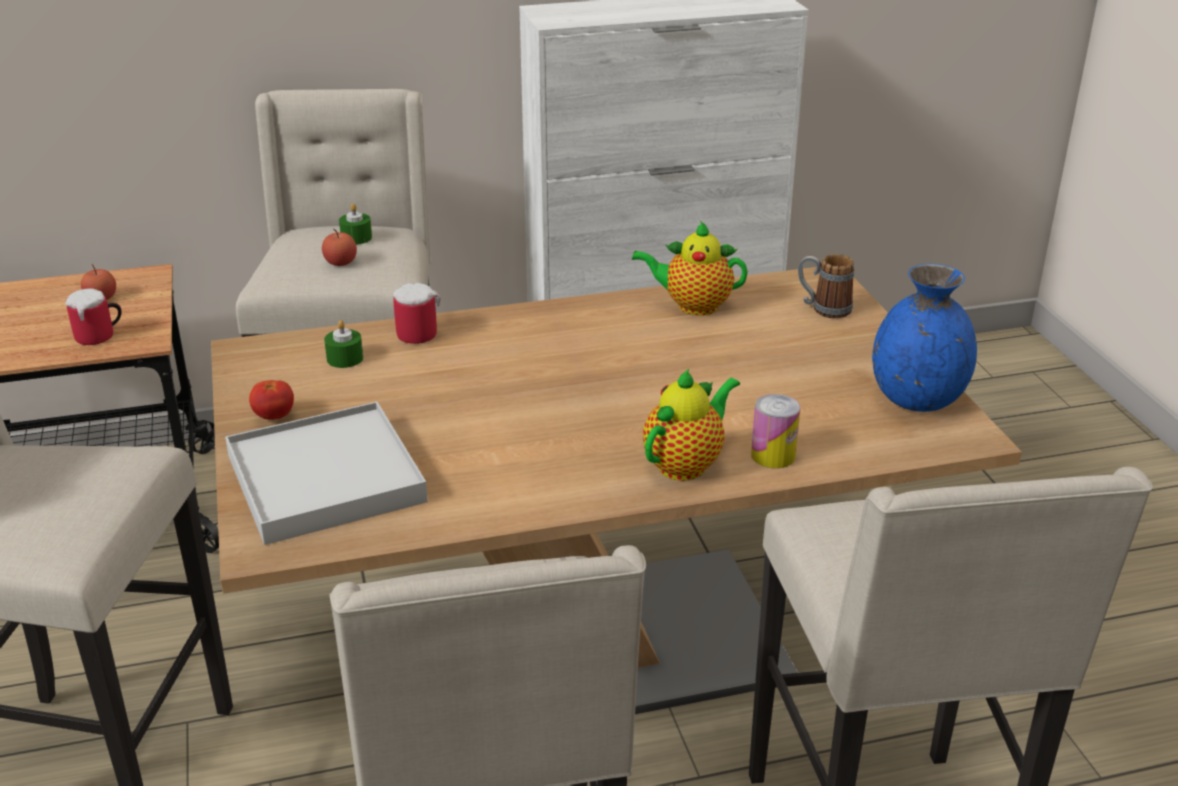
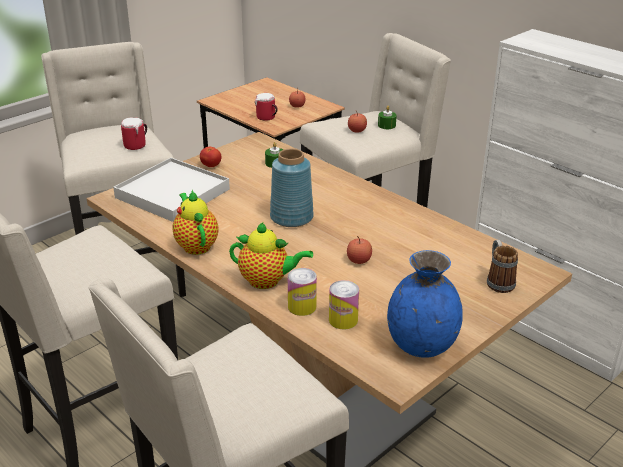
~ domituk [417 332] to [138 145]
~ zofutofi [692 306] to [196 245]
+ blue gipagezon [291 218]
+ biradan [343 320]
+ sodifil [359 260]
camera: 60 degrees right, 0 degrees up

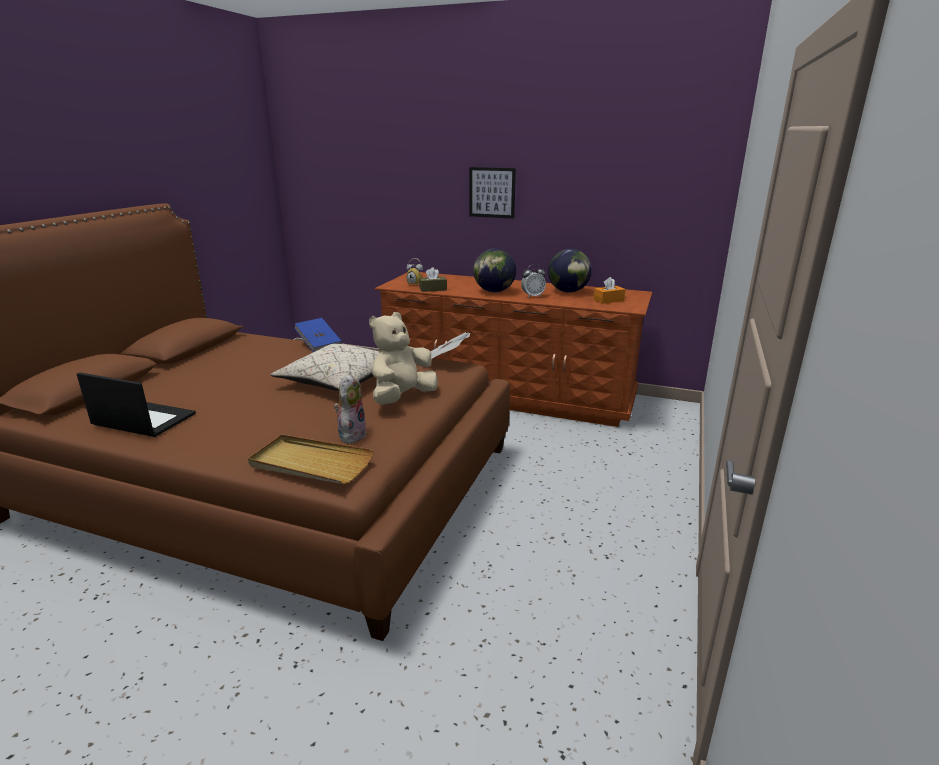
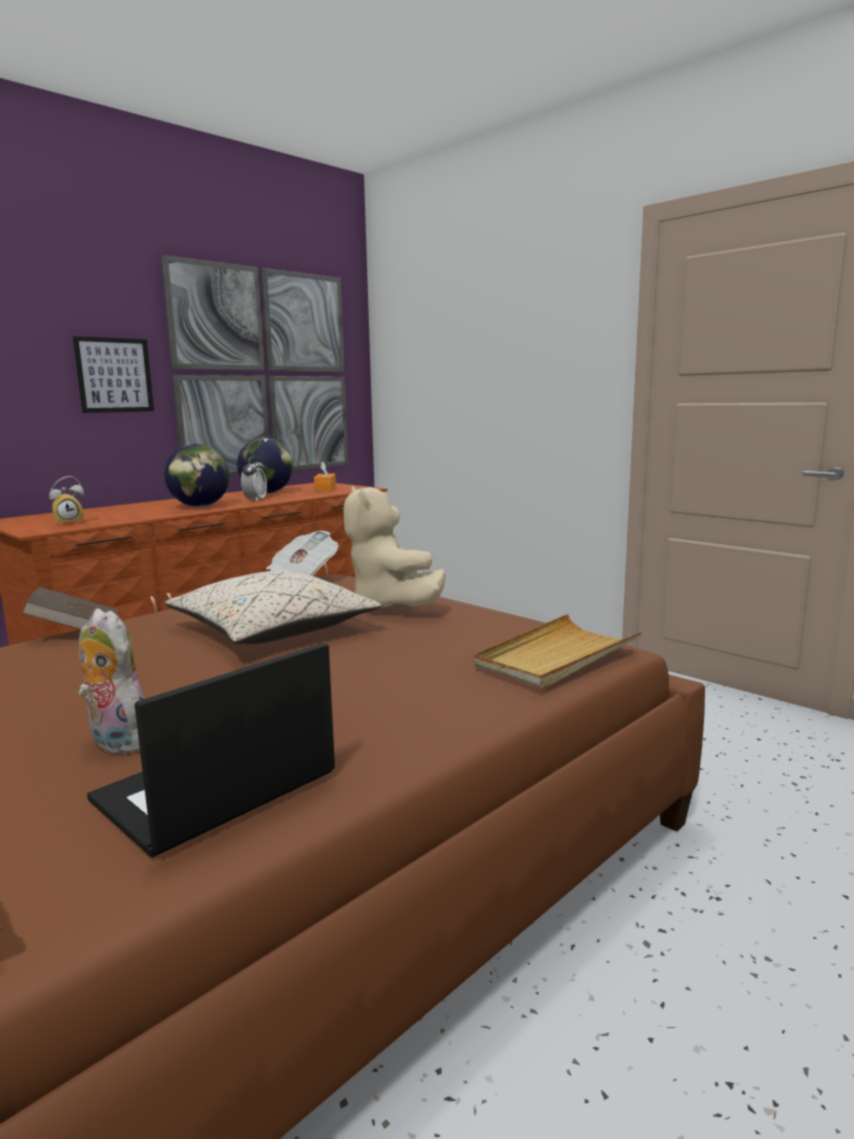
~ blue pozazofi [319 344] to brown pozazofi [75 631]
~ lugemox [351 434] to [115 742]
+ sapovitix [264 373]
- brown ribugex [433 289]
camera: 65 degrees left, 10 degrees down

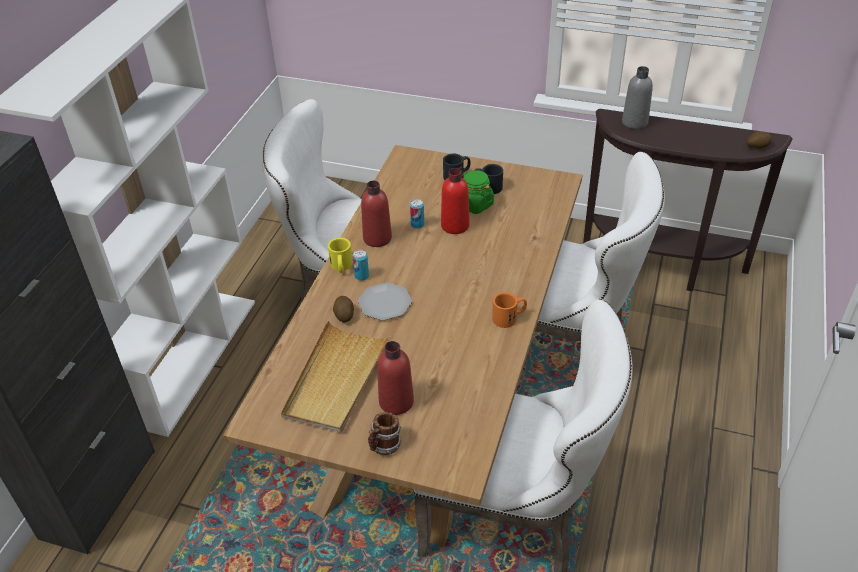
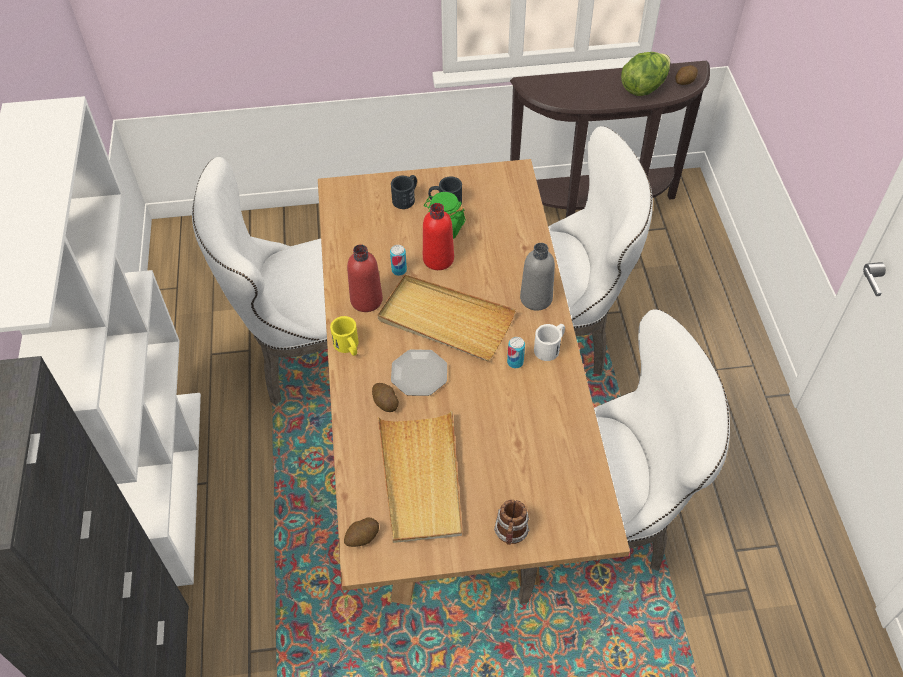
+ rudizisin [362 537]
+ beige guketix [445 320]
~ biradan [361 276] to [515 362]
~ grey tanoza [634 122] to [536 298]
~ orange domituk [509 317] to white domituk [550 347]
+ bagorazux [644 87]
- red tanoza [396 402]
camera: 25 degrees left, 10 degrees up

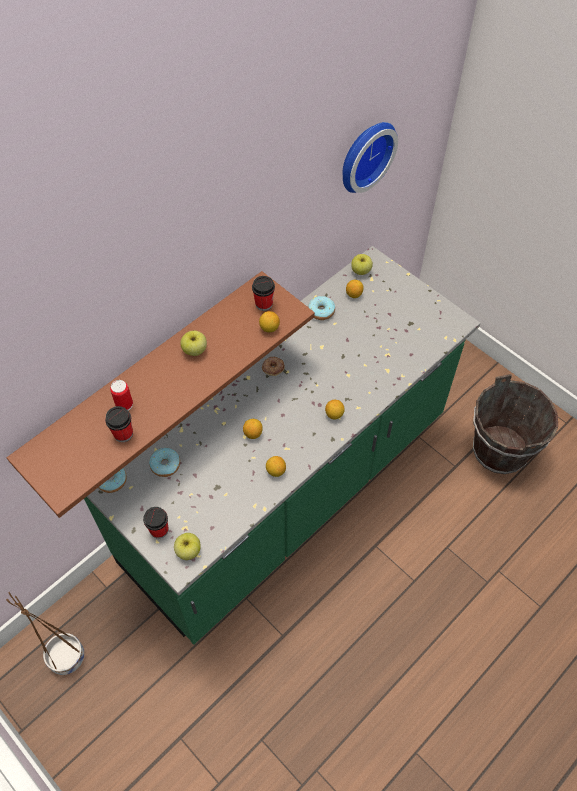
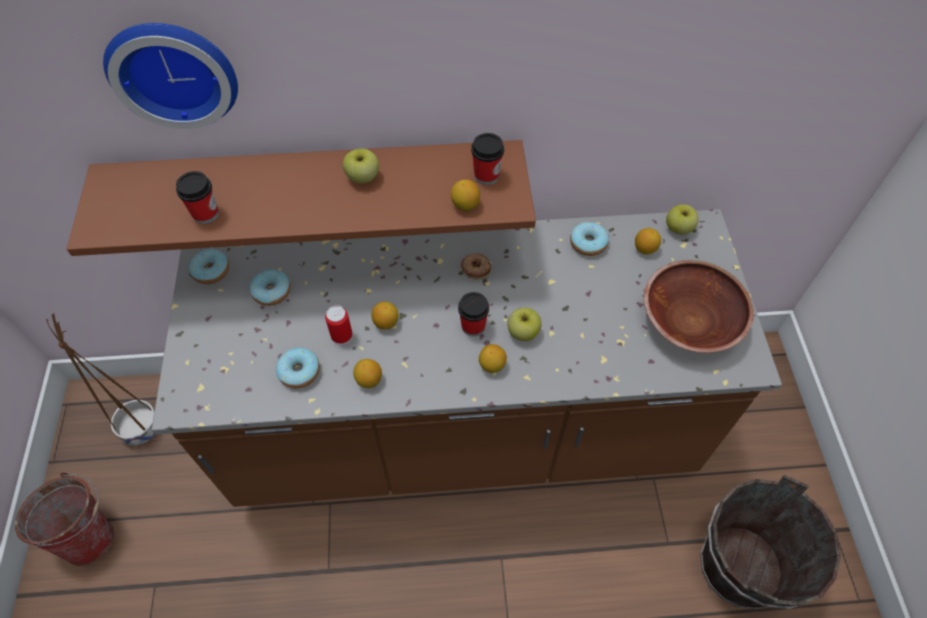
+ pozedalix [89 531]
~ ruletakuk [364 154] to [174 70]
~ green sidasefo [288 491] to brown sidasefo [463 430]
+ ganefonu [299 372]
~ biradan [124 404] to [342 336]
~ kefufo [159 530] to [473 326]
~ sodifil [188 551] to [523 332]
+ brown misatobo [689 321]
camera: 40 degrees right, 0 degrees up

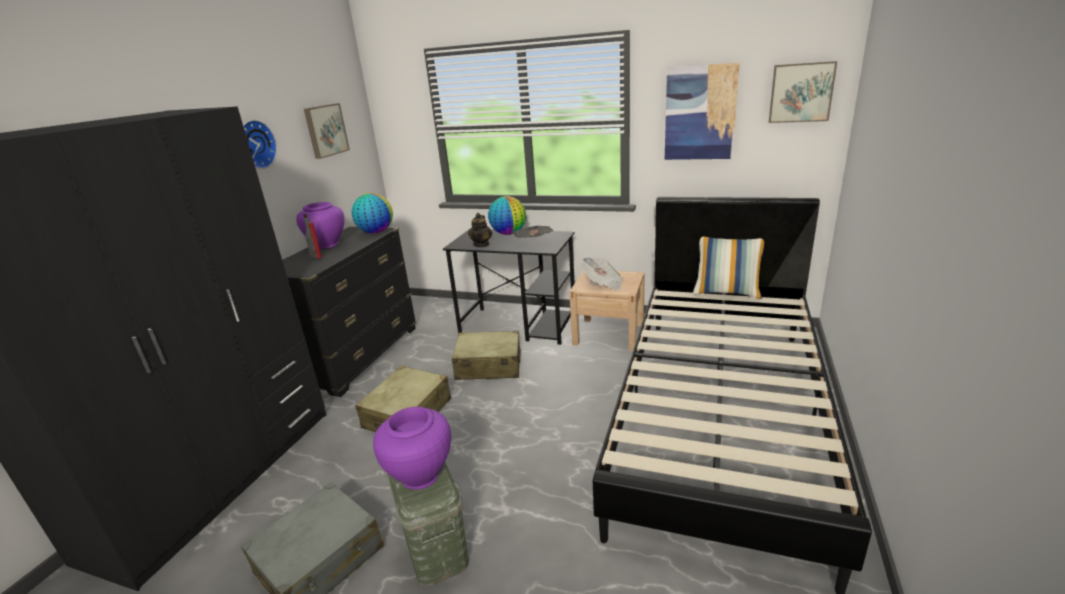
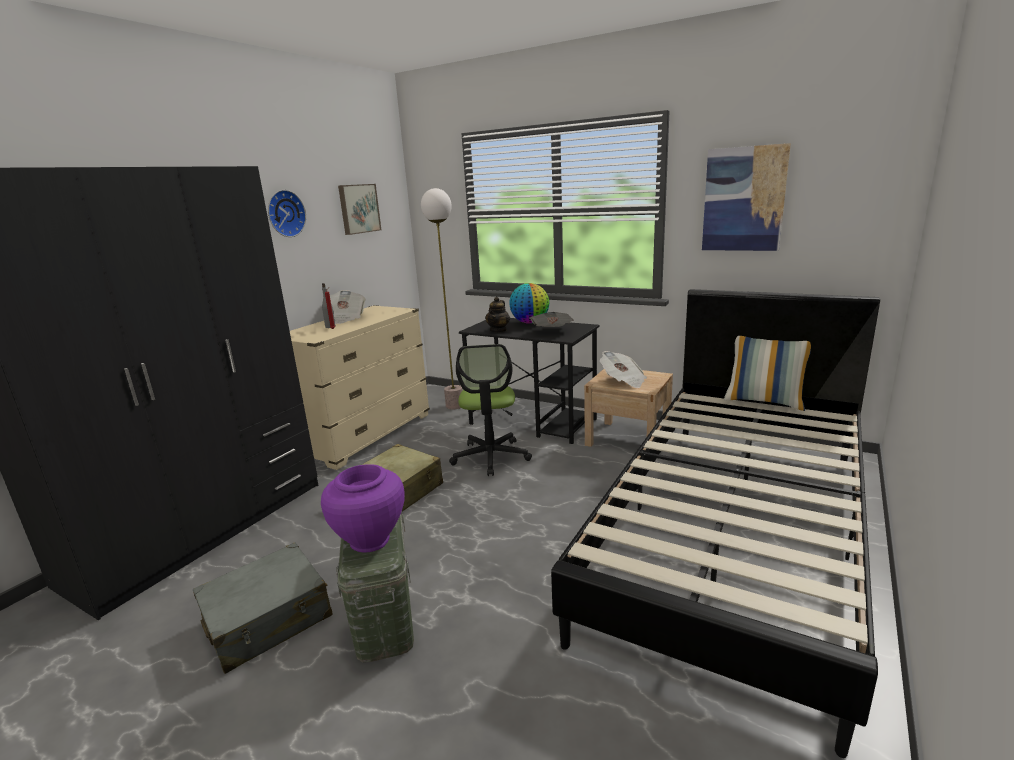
~ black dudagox [358 357] to beige dudagox [365 435]
~ purple gipagezon [327 245] to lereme [345 318]
+ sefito [455 405]
~ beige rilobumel [488 366] to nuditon [491 457]
- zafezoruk [376 232]
- sapovitix [801 92]
camera: 10 degrees right, 5 degrees down

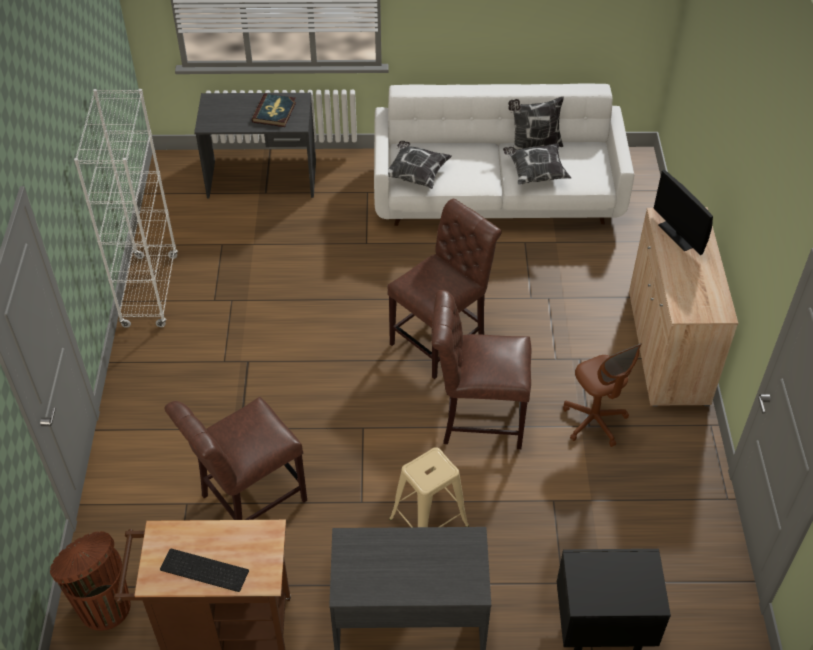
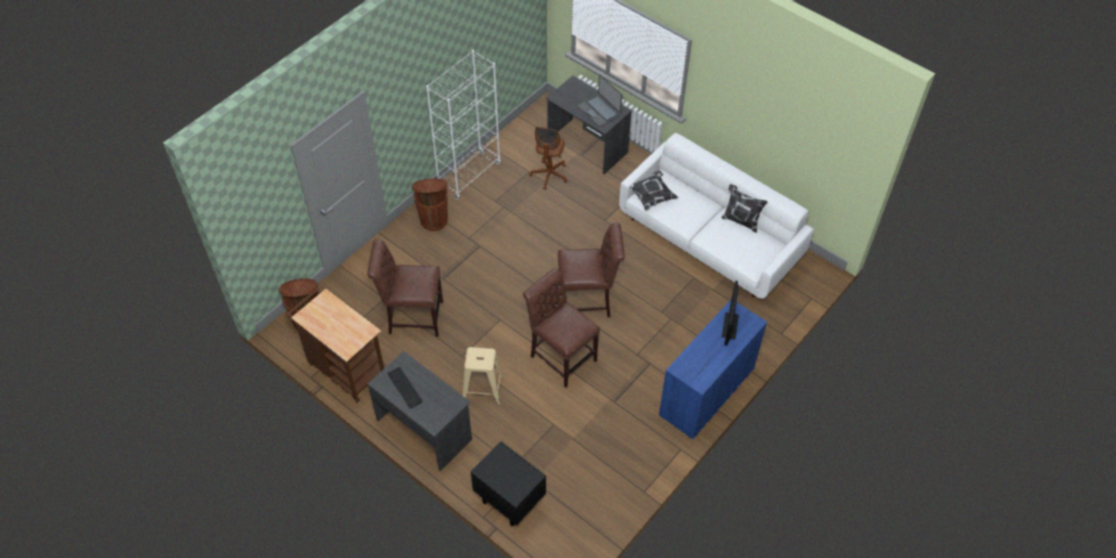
~ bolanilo [203 571] to [403 387]
+ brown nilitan [434 219]
~ brown nuditon [594 421] to [549 175]
~ pozazofi [274 112] to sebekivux [599 111]
~ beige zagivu [667 347] to blue zagivu [706 392]
- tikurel [535 173]
camera: 40 degrees right, 5 degrees up

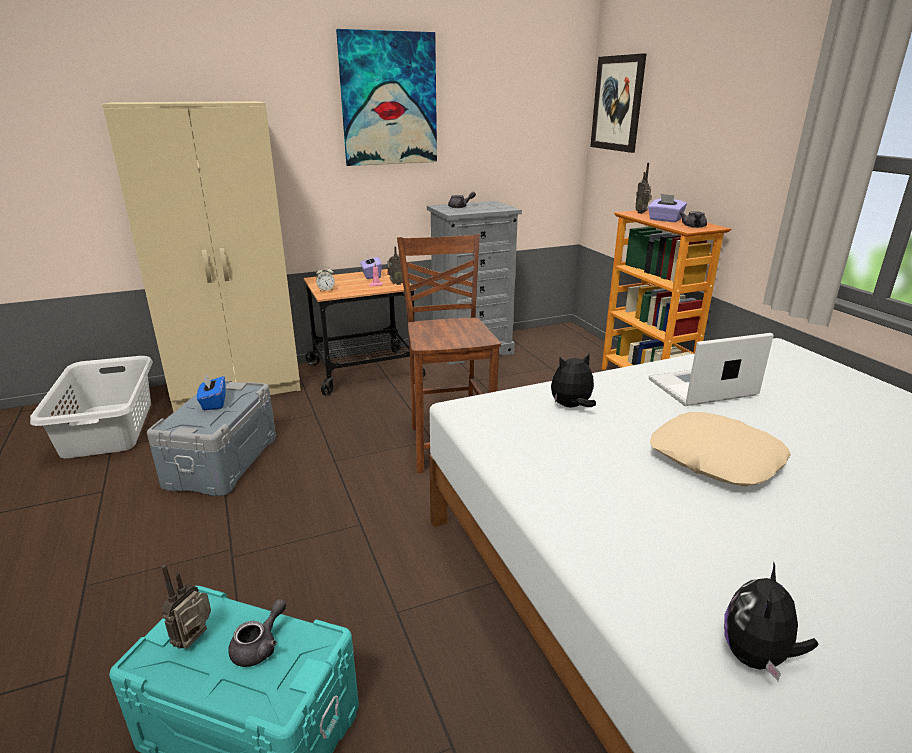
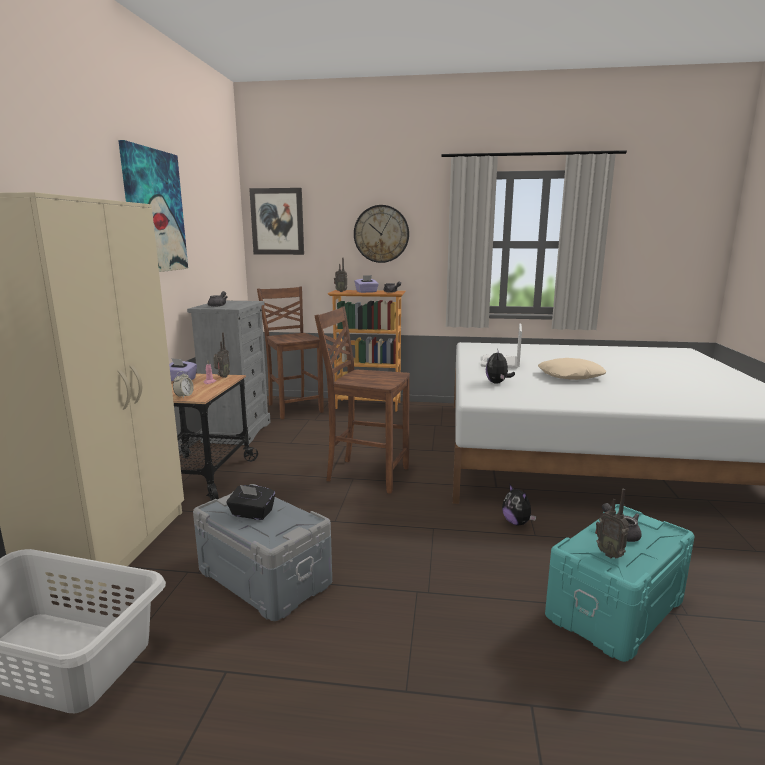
~ blue ribugex [213 403] to black ribugex [252 514]
+ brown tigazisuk [294 408]
+ ruletakuk [381 234]
~ lugemox [757 657] to [517 523]
camera: 60 degrees left, 10 degrees down

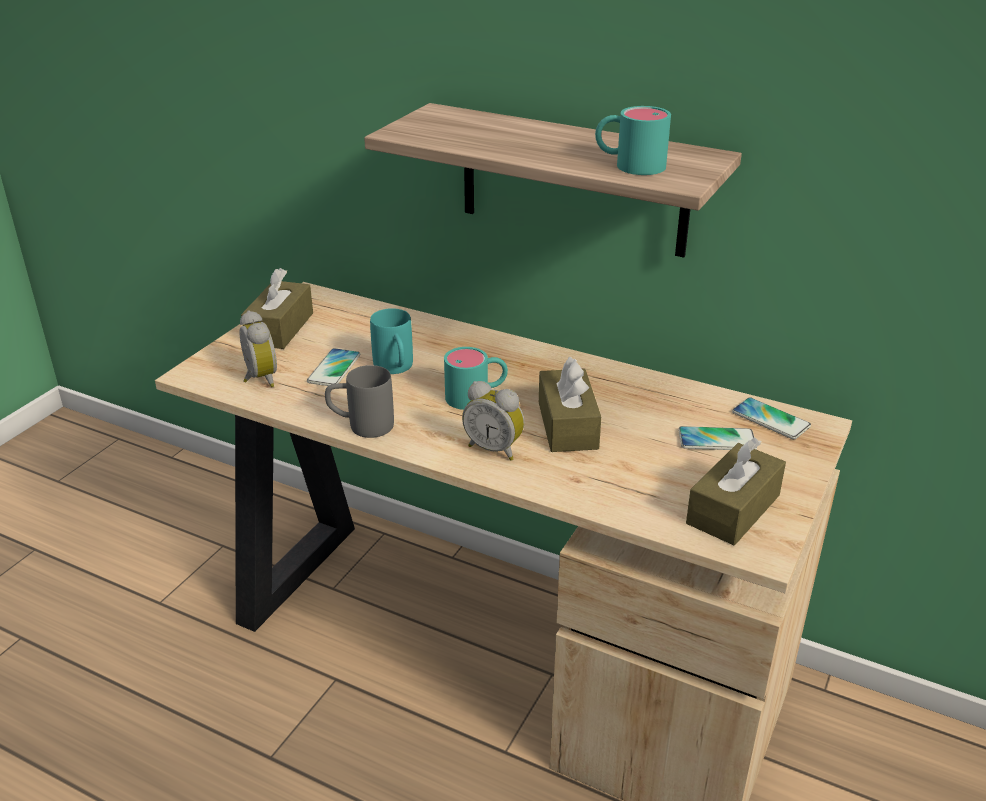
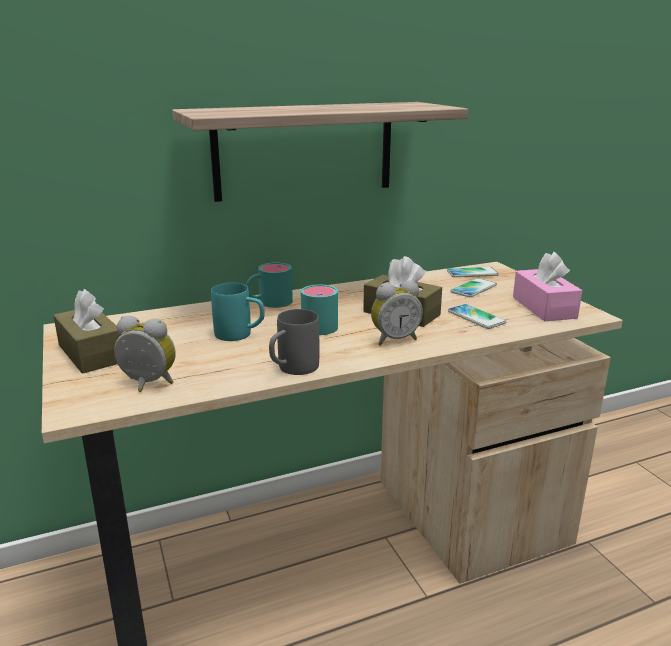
~ turquoise domituk [629 165] to [268 303]
~ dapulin [334 369] to [476 317]
~ brown ribugex [733 509] to pink ribugex [544 307]
camera: 50 degrees left, 10 degrees down

